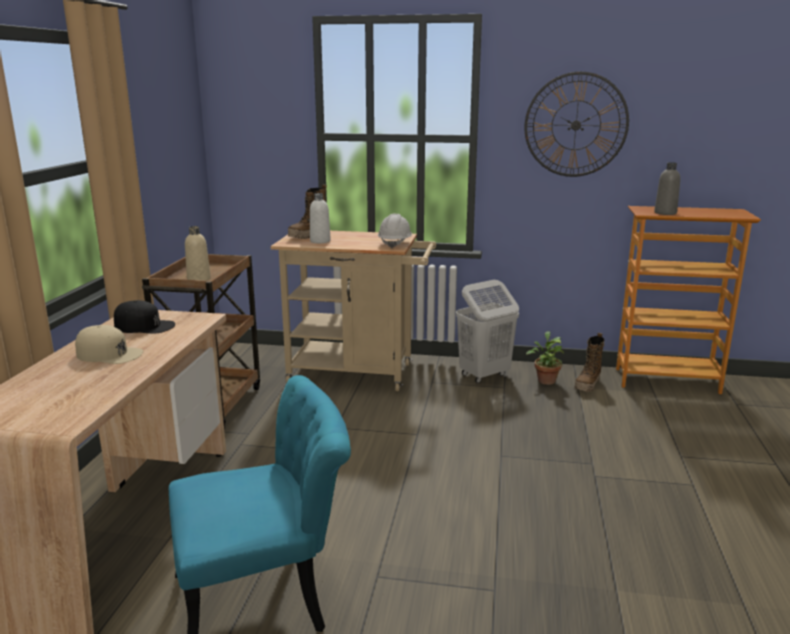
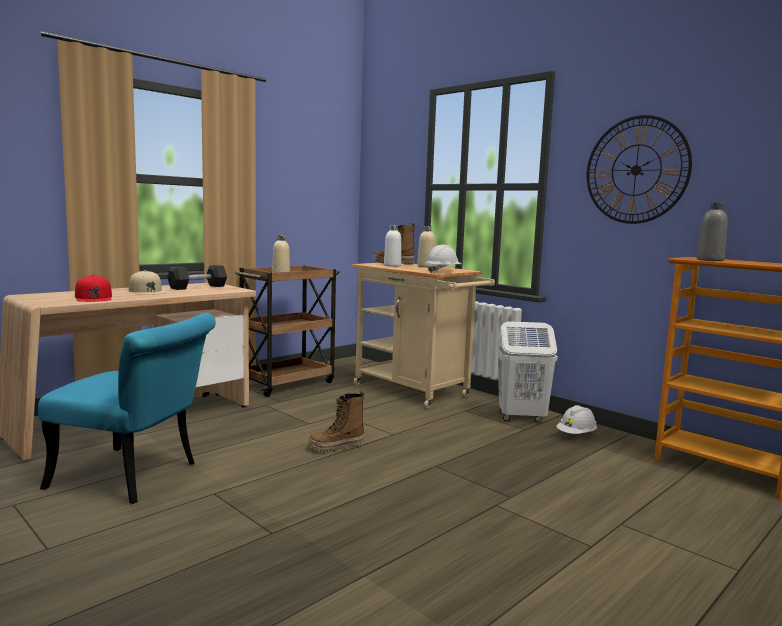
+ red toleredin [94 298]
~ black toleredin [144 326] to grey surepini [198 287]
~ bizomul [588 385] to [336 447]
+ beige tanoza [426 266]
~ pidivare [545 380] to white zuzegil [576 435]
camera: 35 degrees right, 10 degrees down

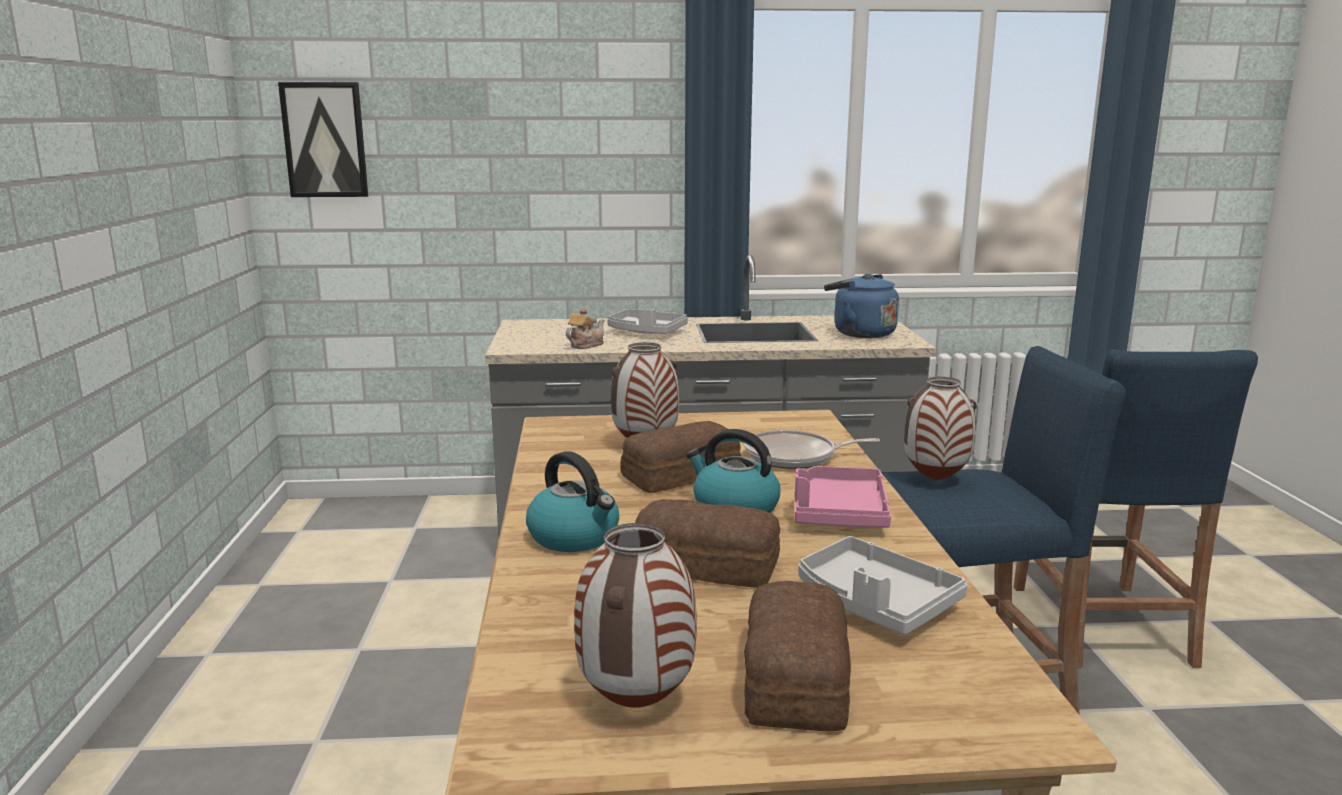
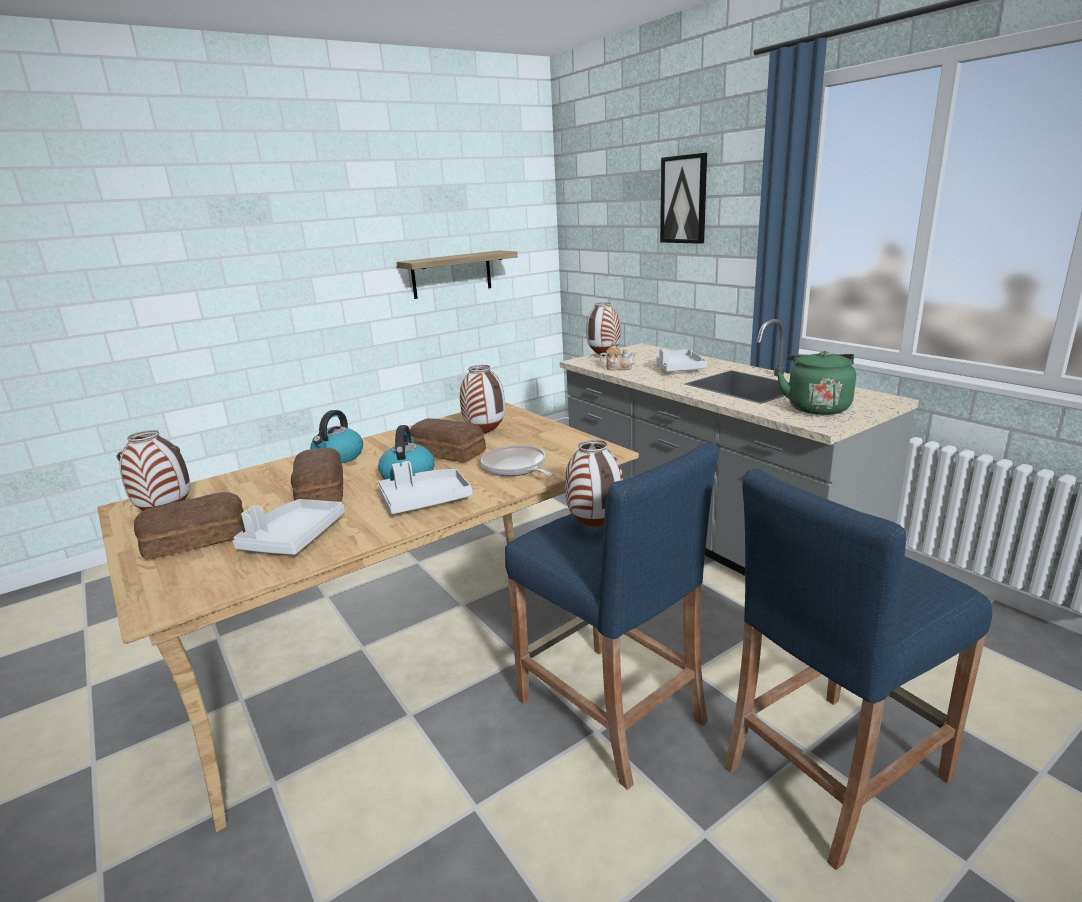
~ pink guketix [839 513] to grey guketix [425 500]
+ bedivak [451 274]
+ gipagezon [603 356]
~ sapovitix [325 140] to [684 199]
~ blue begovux [860 333] to green begovux [816 407]
camera: 60 degrees right, 5 degrees up

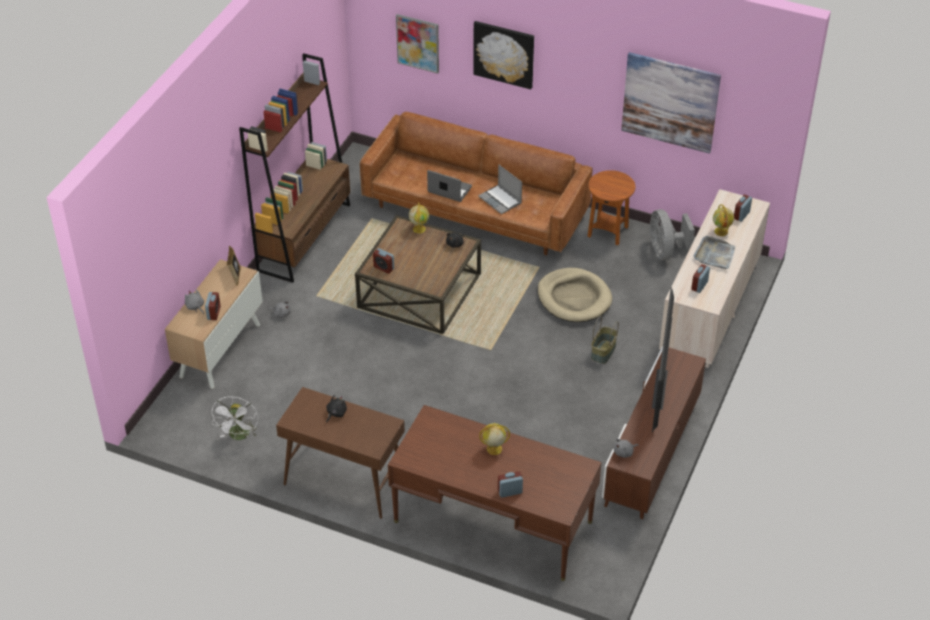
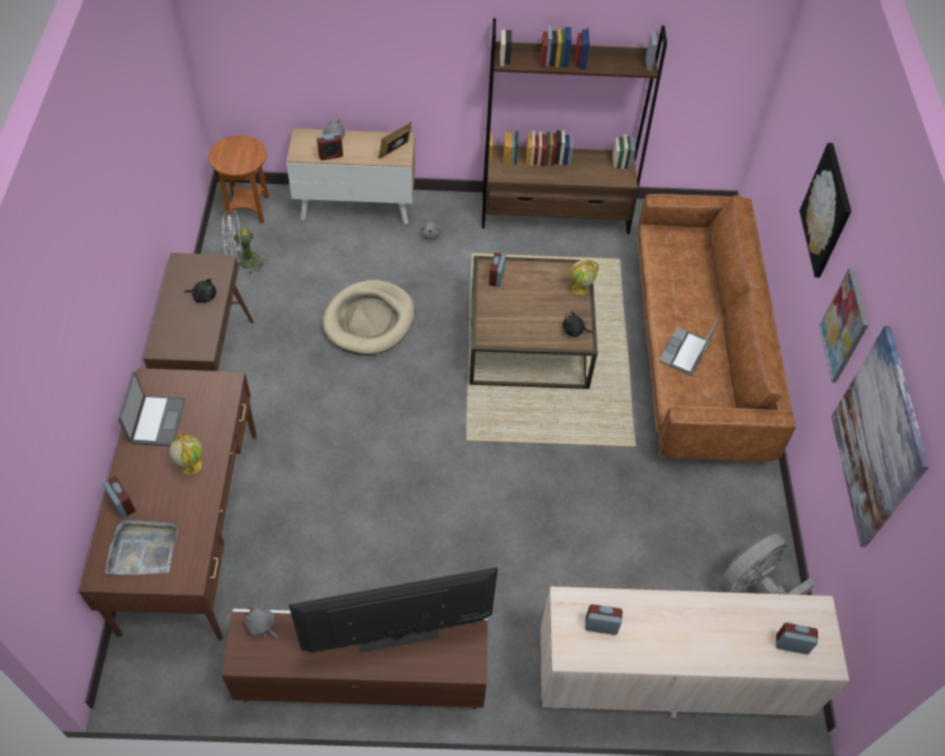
~ grey guketix [714 254] to [143 549]
~ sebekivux [449 190] to [156 421]
~ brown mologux [608 232] to [248 209]
~ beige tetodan [574 298] to [369 320]
~ sapovitix [418 43] to [844 325]
- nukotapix [603 352]
- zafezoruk [721 232]
camera: 65 degrees right, 10 degrees up

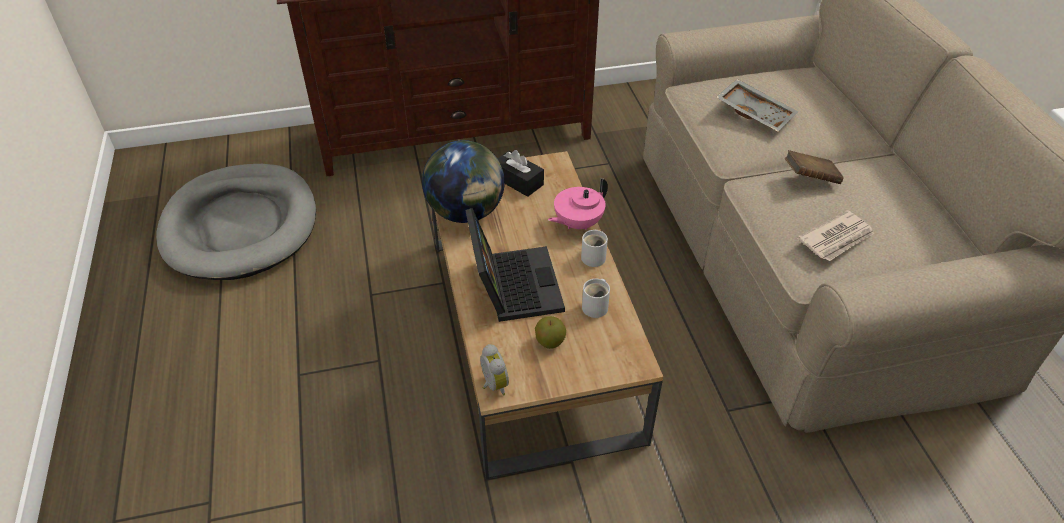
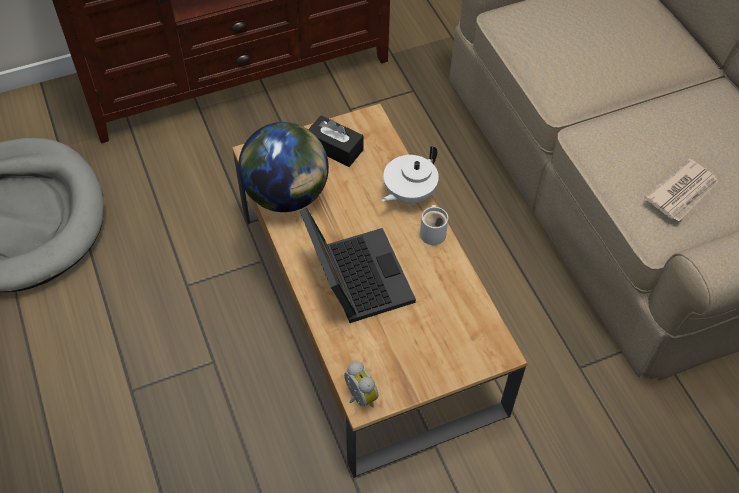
~ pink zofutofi [577 223] to white zofutofi [408 194]
- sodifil [550 342]
- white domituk [596 306]
- grey guketix [755 113]
- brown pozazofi [810 178]
camera: 10 degrees left, 10 degrees up

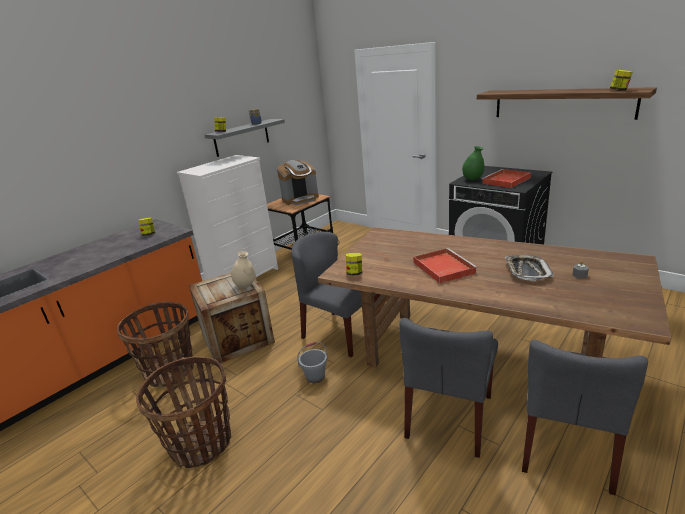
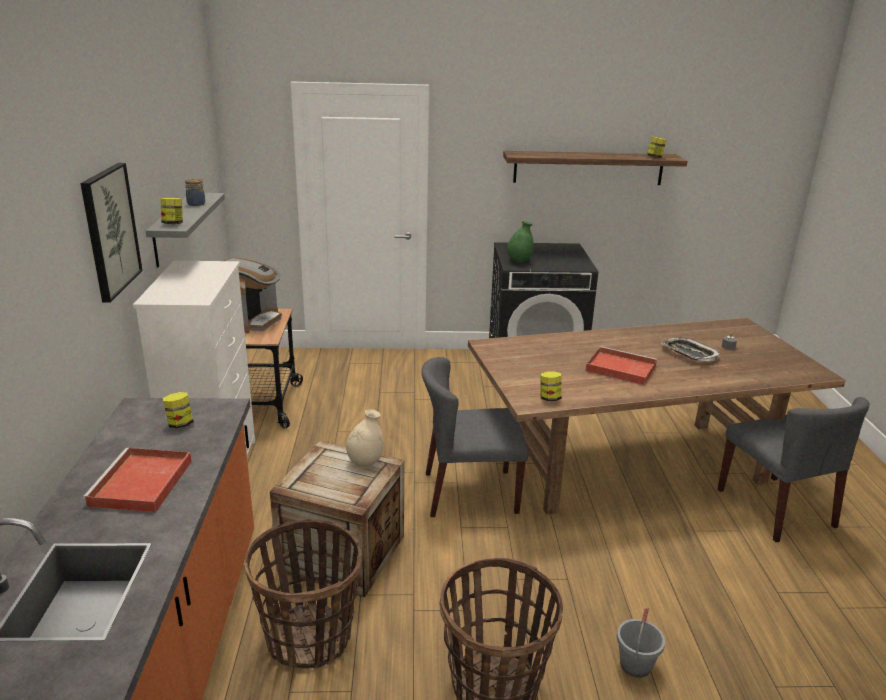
+ sapovitix [110 230]
~ red guketix [506 181] to [141 484]
~ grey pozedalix [315 377] to [636 665]
- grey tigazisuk [449 417]
camera: 45 degrees left, 0 degrees up

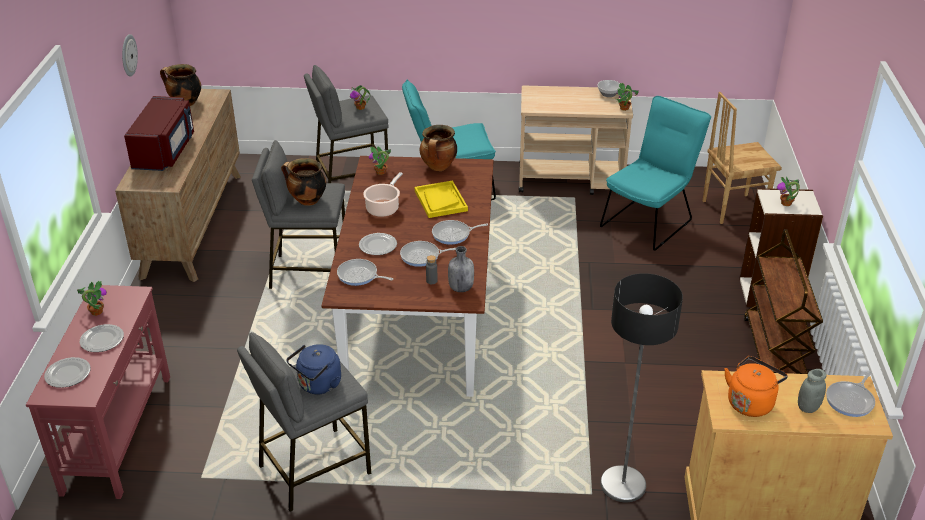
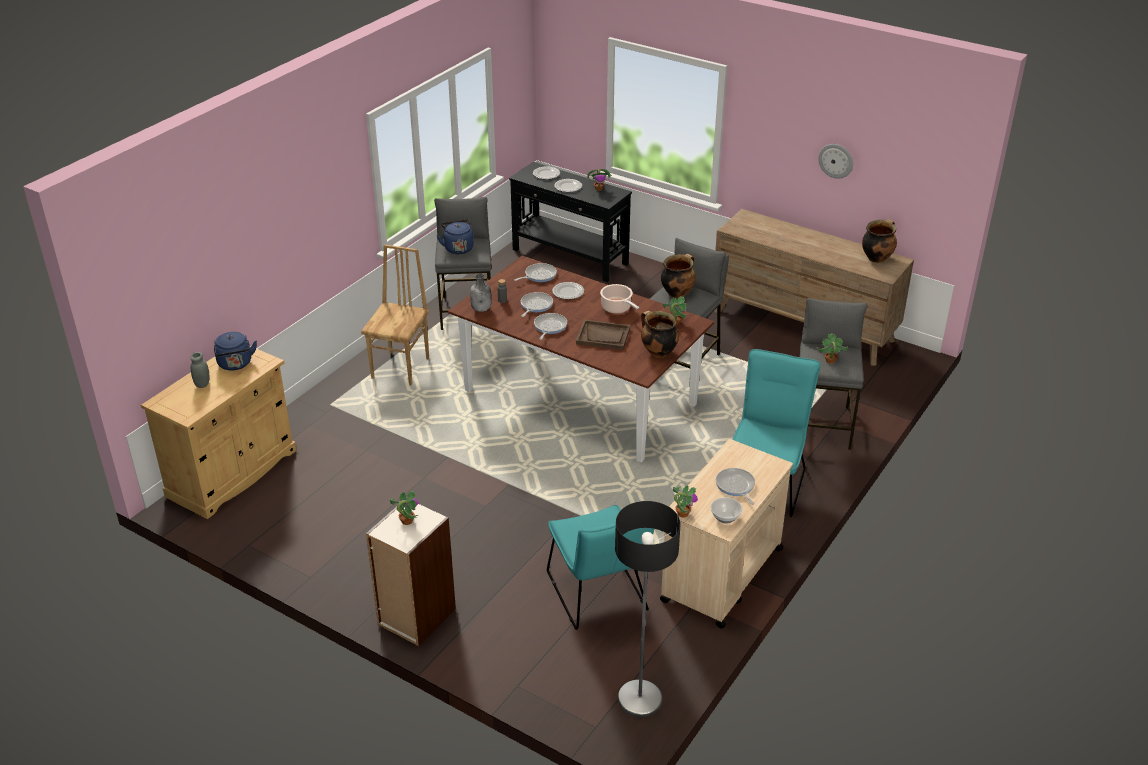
~ orange begovux [751 402] to blue begovux [235 364]
~ brown tigazisuk [732 208] to [401 368]
~ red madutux [119 432] to black madutux [570 257]
~ yellow guketix [440 201] to brown guketix [603 336]
~ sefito [622 484] to [640 699]
~ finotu [851 400] to [735 486]
- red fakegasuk [165 151]
- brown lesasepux [774 353]
camera: 120 degrees right, 0 degrees up

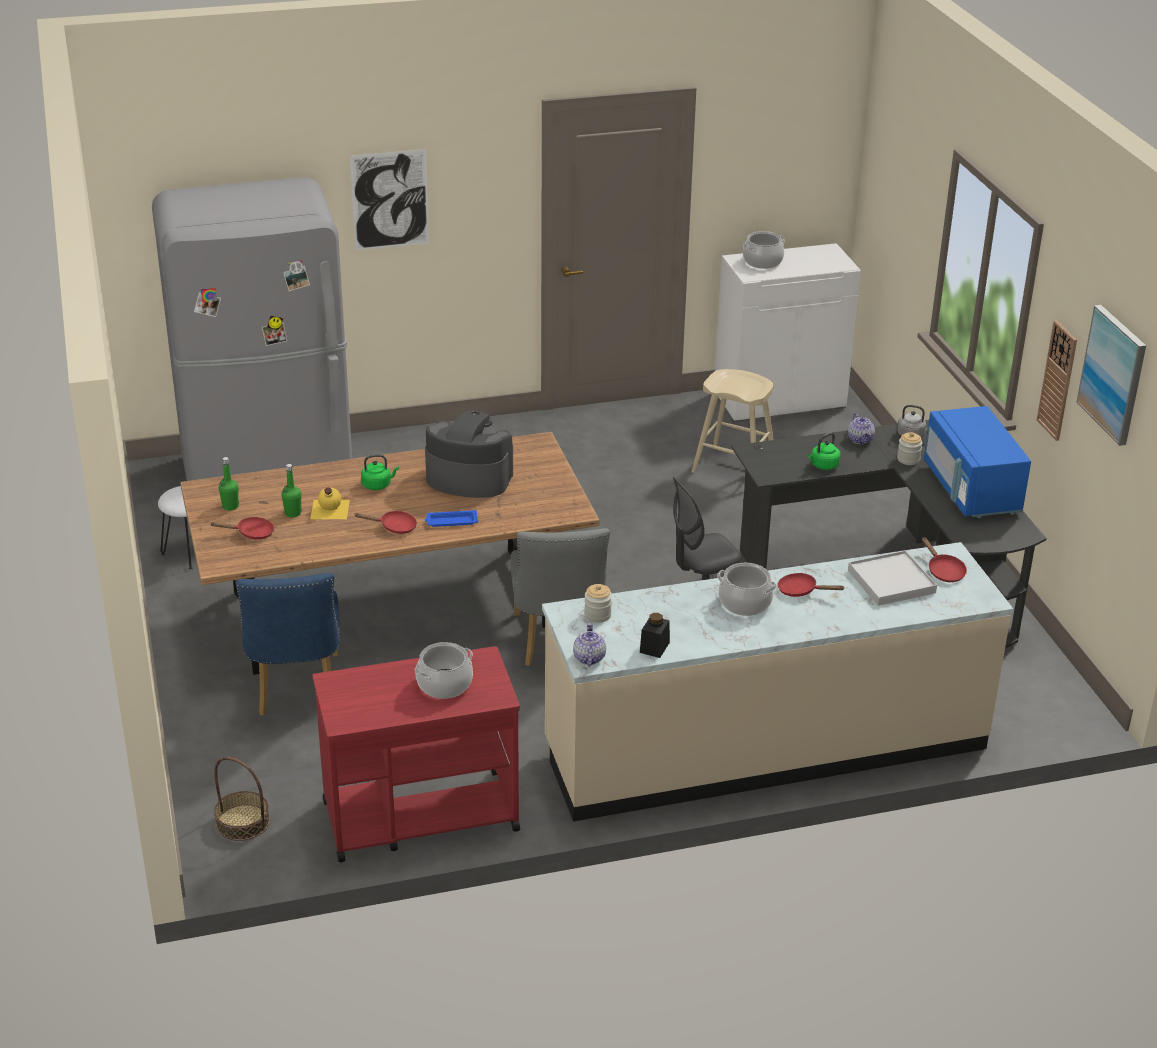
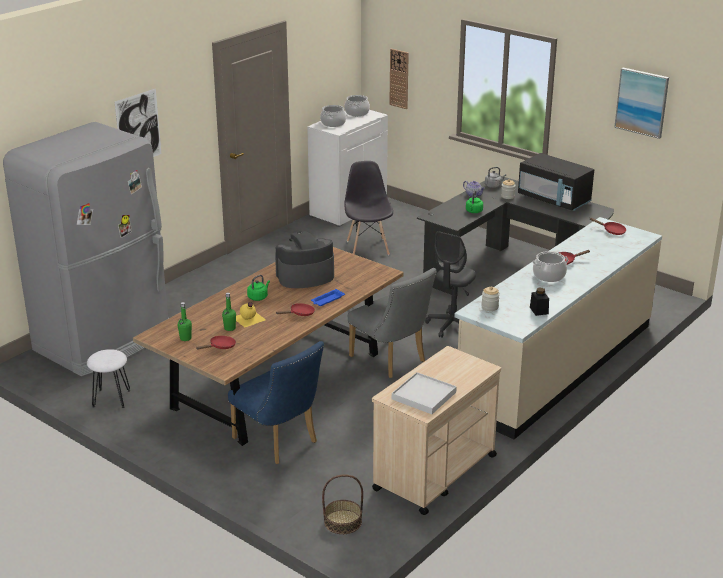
~ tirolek [444 684] to [357 113]
~ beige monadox [734 467] to grey tigazisuk [368 247]
~ red lesasepux [419 816] to beige lesasepux [434 473]
~ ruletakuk [1058 380] to [399 78]
~ white guketix [891 581] to [424 395]
~ blue fakegasuk [971 490] to black fakegasuk [554 200]
- zofutofi [588 658]
camera: 35 degrees left, 5 degrees down

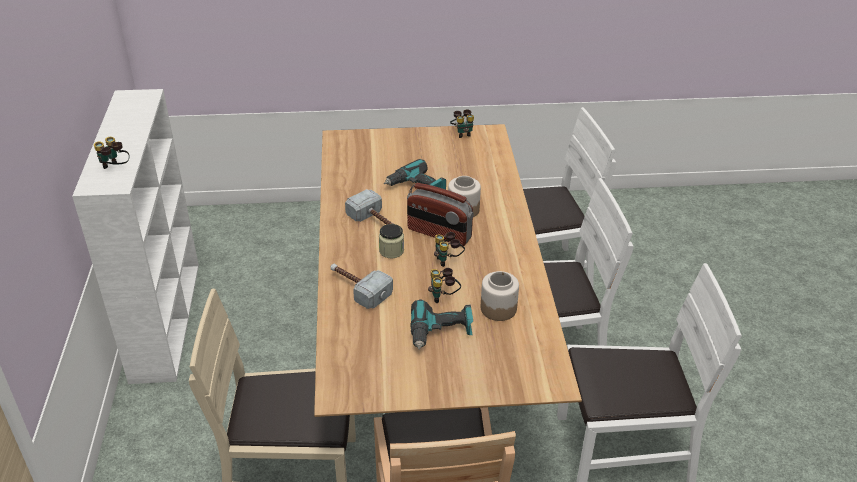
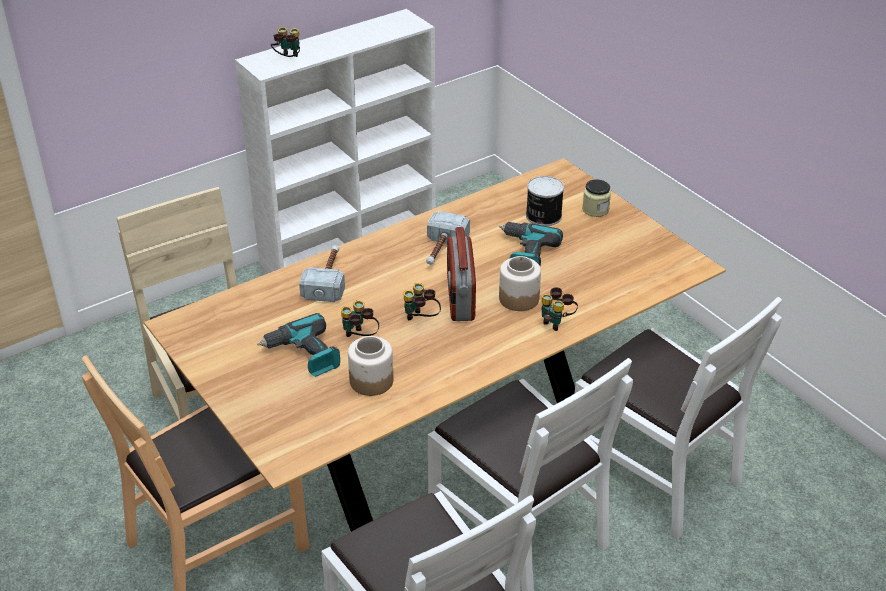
+ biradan [542 216]
~ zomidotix [462 133] to [557 322]
~ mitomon [391 251] to [595 209]
camera: 60 degrees right, 0 degrees up

